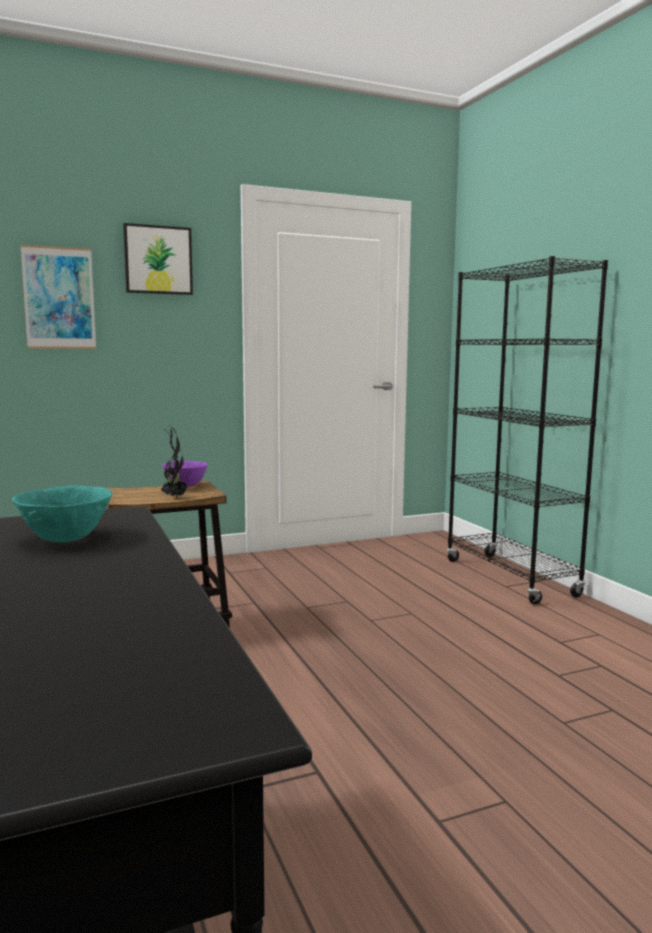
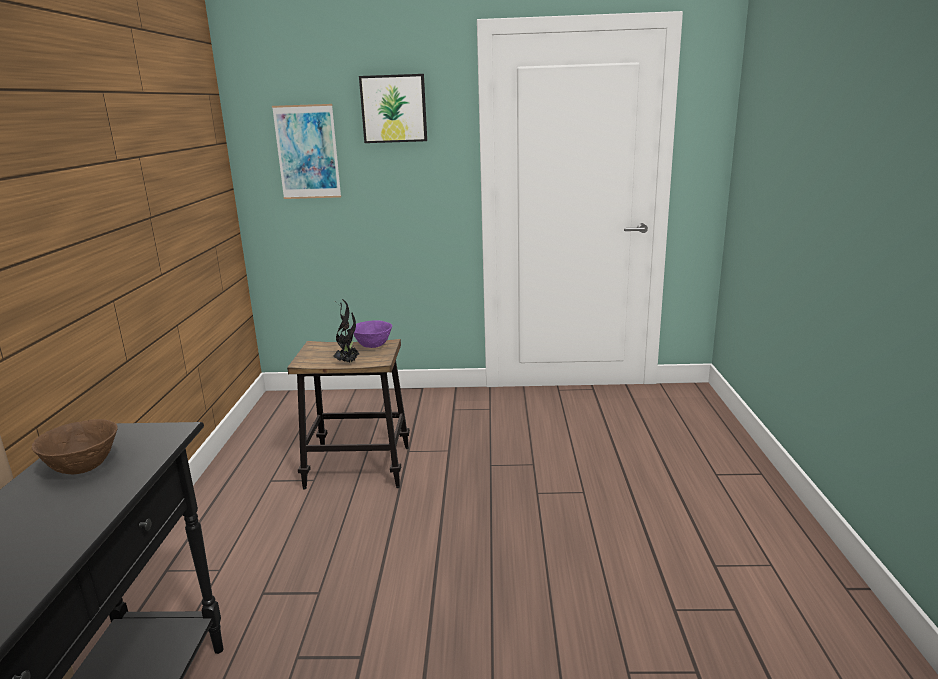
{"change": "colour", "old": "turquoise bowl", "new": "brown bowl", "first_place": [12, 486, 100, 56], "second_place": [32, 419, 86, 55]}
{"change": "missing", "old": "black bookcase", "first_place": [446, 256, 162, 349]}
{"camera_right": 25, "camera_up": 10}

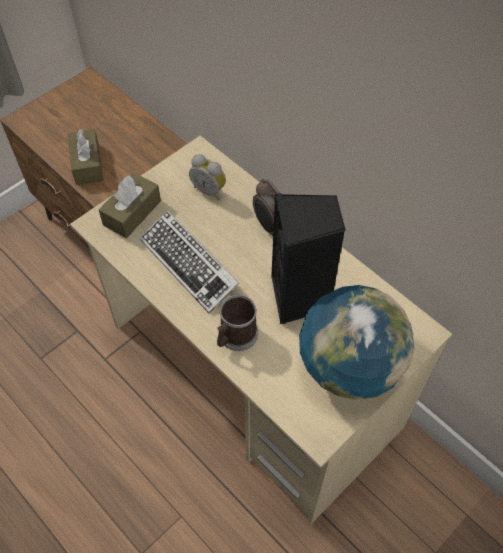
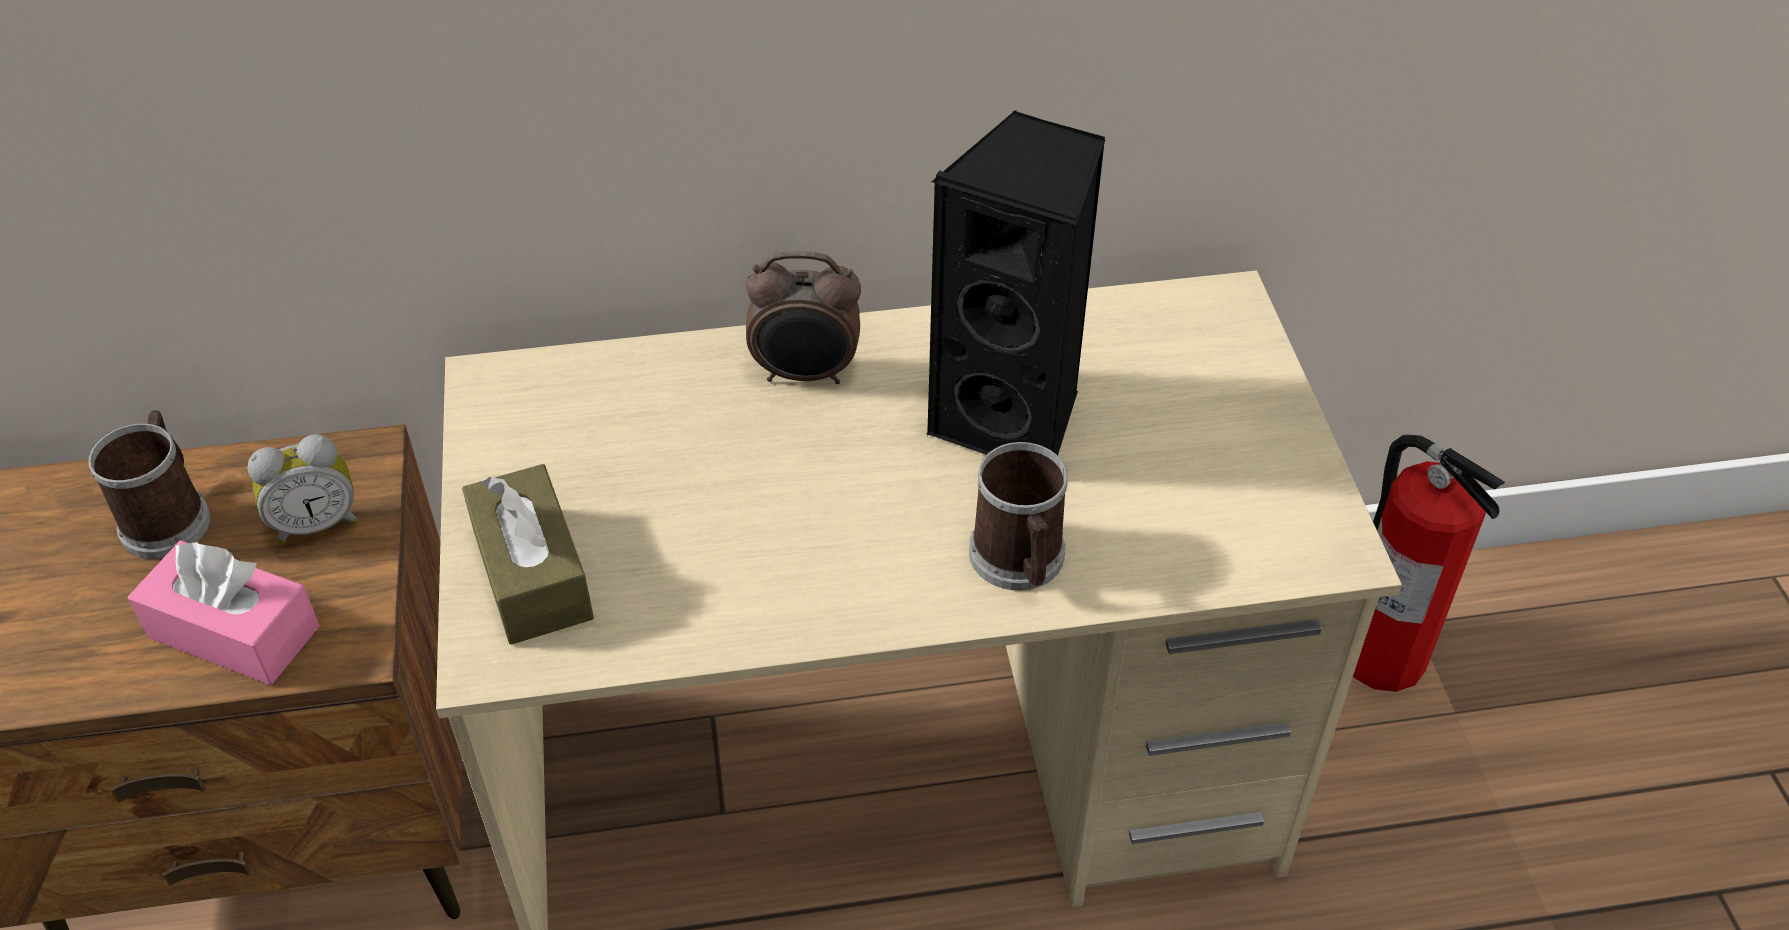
{"change": "colour", "old": "brown tissue box", "new": "pink tissue box", "first_place": [68, 128, 35, 57], "second_place": [128, 540, 192, 145]}
{"change": "missing", "old": "keyboard", "first_place": [140, 210, 100, 103]}
{"change": "relocated", "old": "alarm clock", "first_place": [189, 154, 37, 46], "second_place": [247, 434, 112, 111]}
{"change": "missing", "old": "globe", "first_place": [299, 285, 115, 115]}
{"change": "appeared", "new": "mug", "second_place": [88, 410, 123, 149]}
{"change": "appeared", "new": "fire extinguisher", "second_place": [1353, 435, 152, 257]}
{"camera_right": -55, "camera_up": -10}

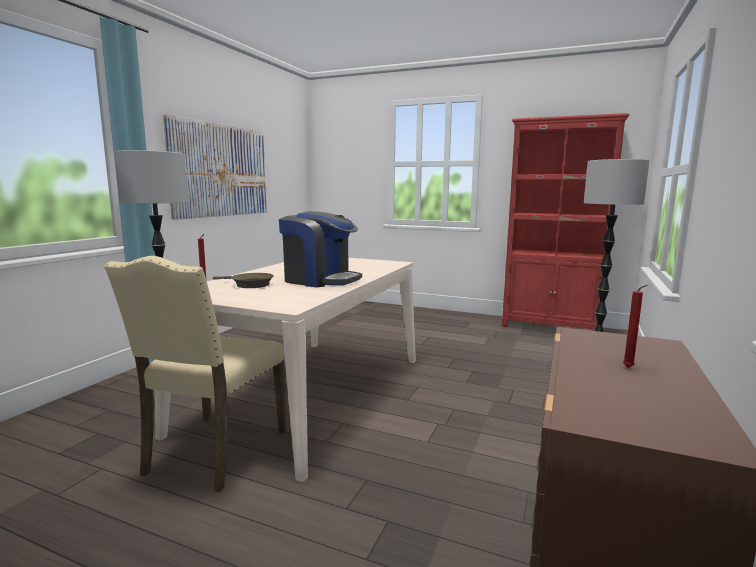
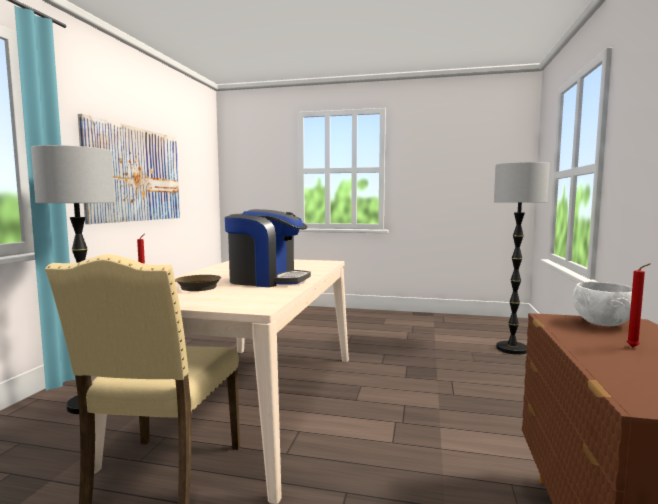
{"change": "missing", "old": "red bookcase", "first_place": [502, 113, 127, 217]}
{"change": "appeared", "new": "white bowl", "second_place": [573, 282, 59, 44]}
{"camera_right": -10, "camera_up": -5}

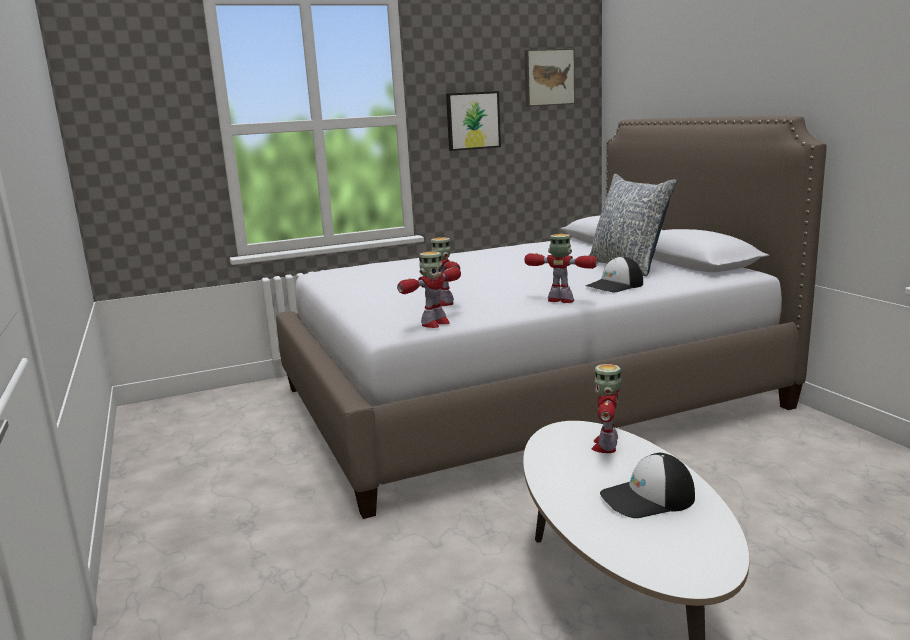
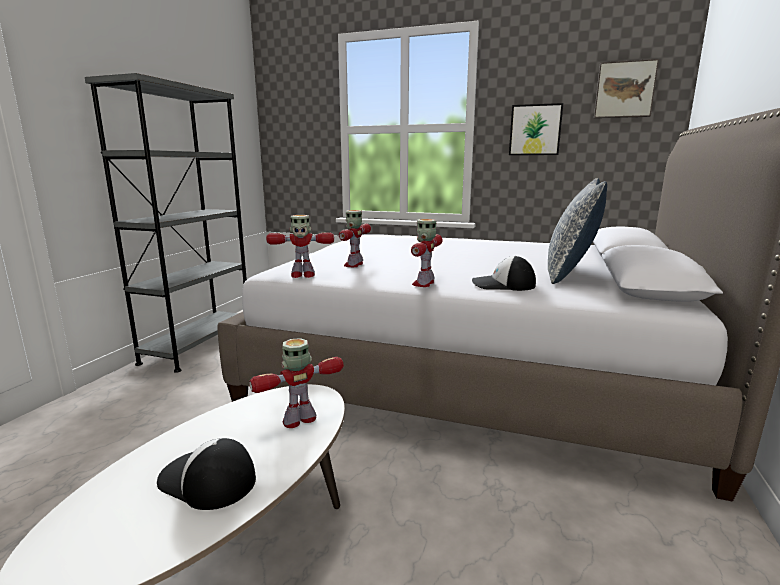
{"change": "spun", "old": "toy robot", "first_place": [524, 234, 74, 69], "second_place": [411, 219, 32, 68], "degrees": -135}
{"change": "appeared", "new": "grey bookcase", "second_place": [85, 73, 162, 300]}
{"camera_right": 40, "camera_up": 0}

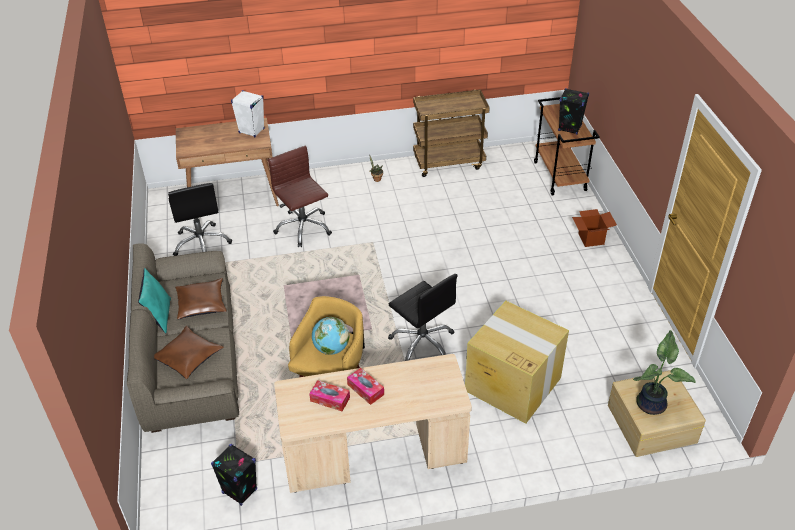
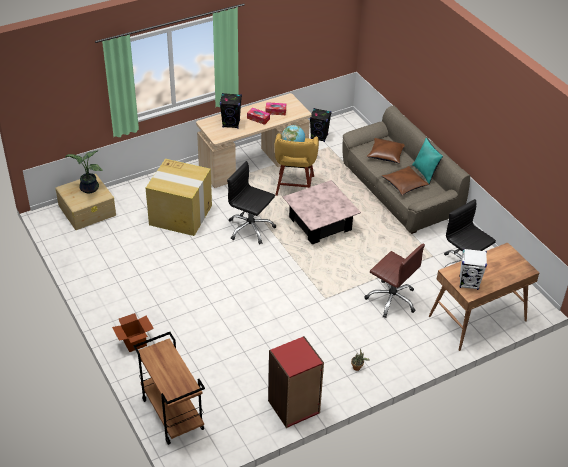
{"change": "exchanged", "old": "brown cart", "new": "red bookcase", "first_place": [413, 89, 77, 88], "second_place": [268, 336, 56, 92]}
{"change": "relocated", "old": "black speaker", "first_place": [558, 88, 31, 47], "second_place": [220, 93, 22, 36]}
{"camera_right": 160, "camera_up": 0}

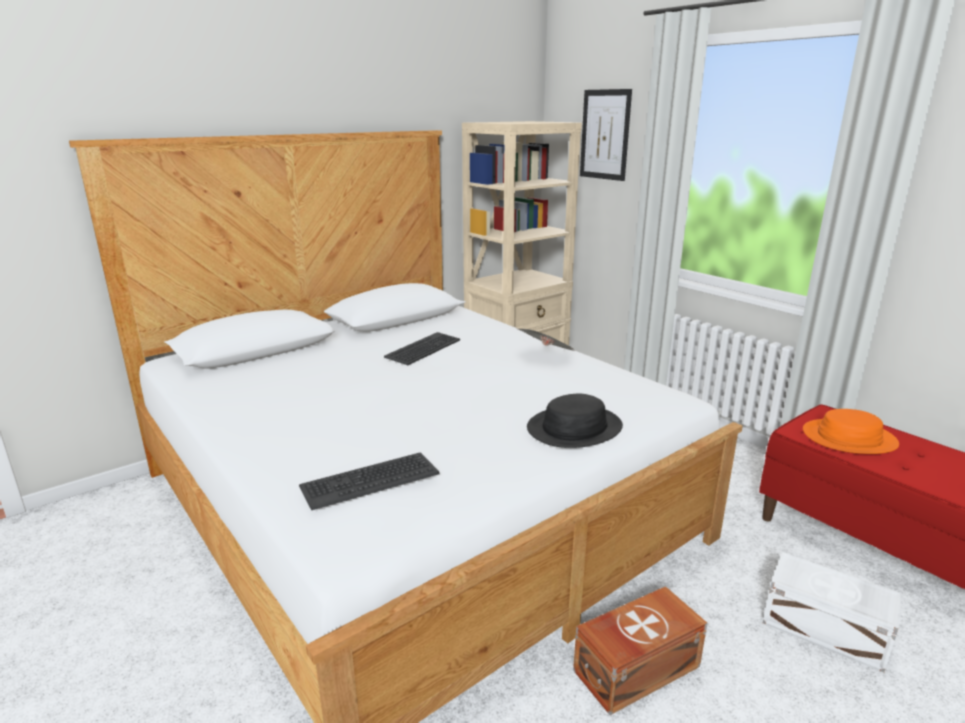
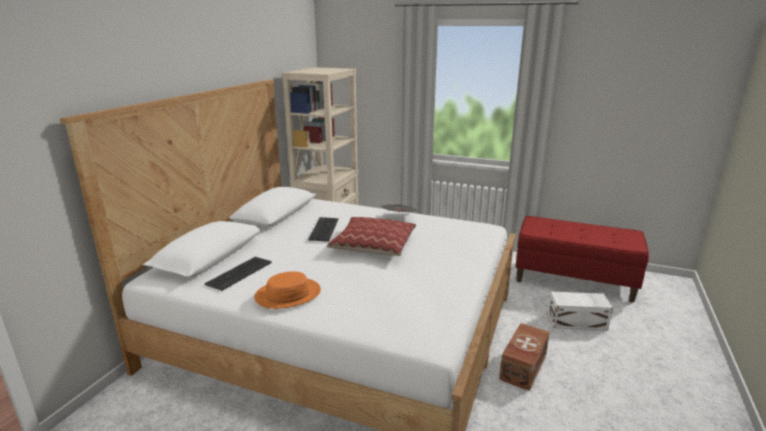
{"change": "relocated", "old": "keyboard", "first_place": [299, 452, 141, 58], "second_place": [204, 257, 68, 34]}
{"change": "missing", "old": "black hat", "first_place": [527, 394, 96, 54]}
{"change": "missing", "old": "picture", "first_place": [580, 89, 52, 92]}
{"change": "relocated", "old": "orange hat", "first_place": [803, 409, 96, 45], "second_place": [254, 271, 67, 38]}
{"change": "appeared", "new": "pillow", "second_place": [327, 217, 89, 39]}
{"camera_right": -30, "camera_up": 0}

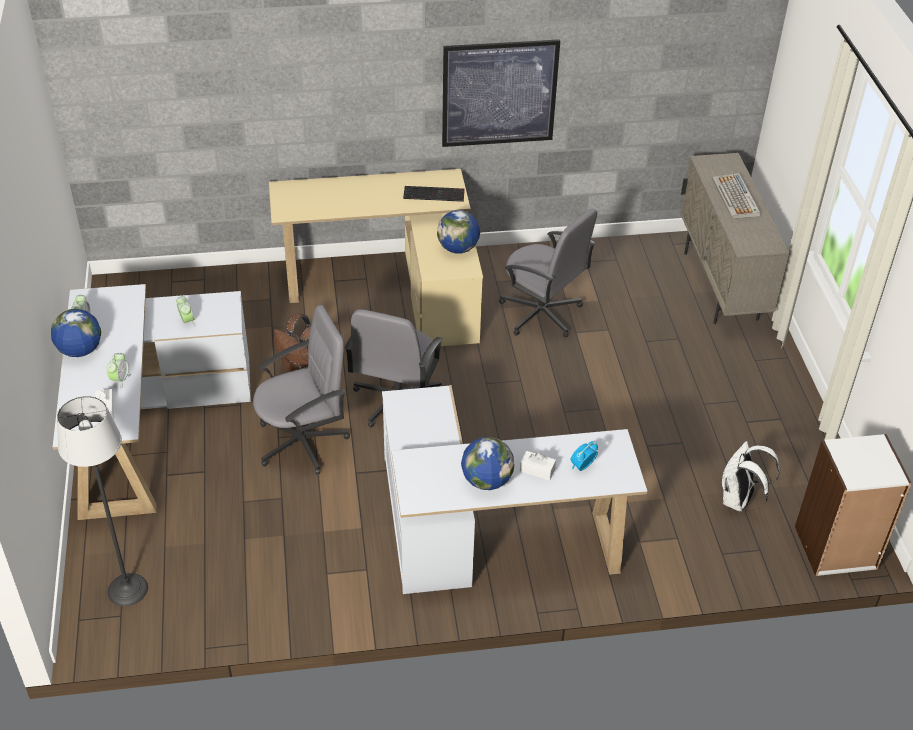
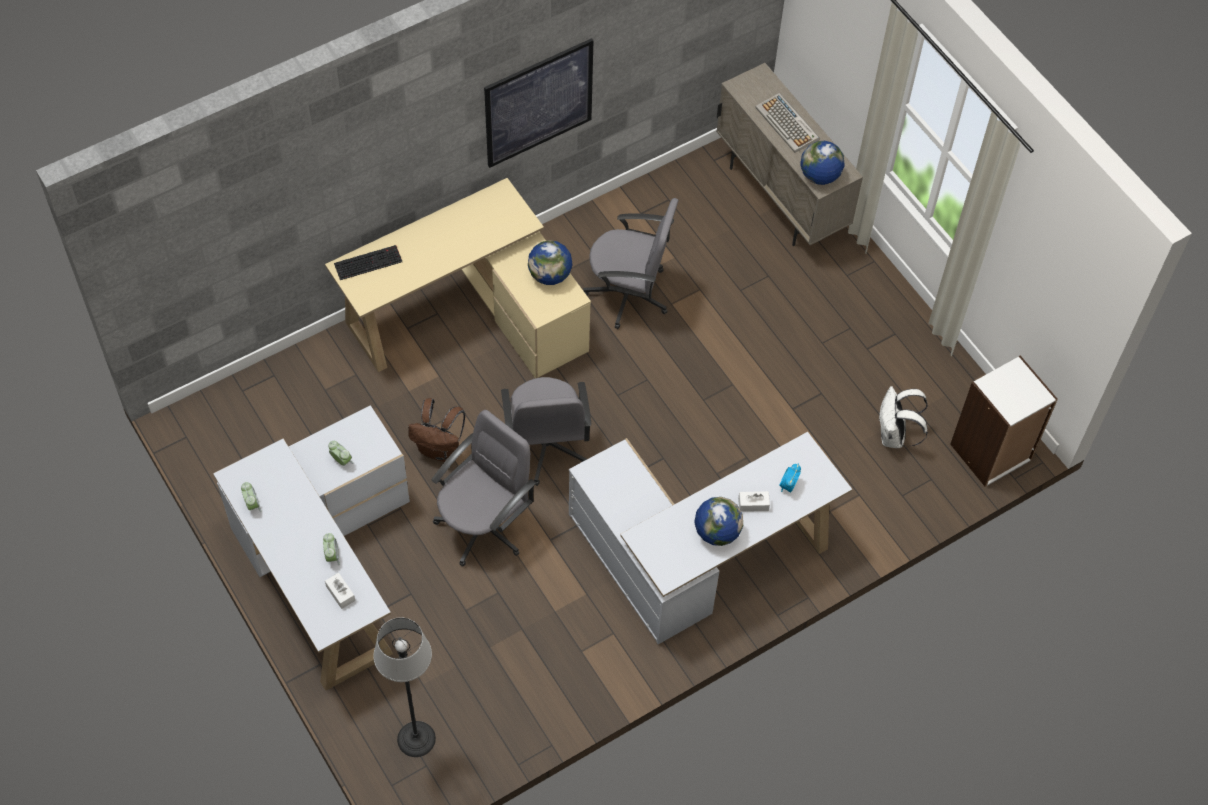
{"change": "relocated", "old": "globe", "first_place": [51, 309, 50, 48], "second_place": [800, 141, 44, 44]}
{"change": "relocated", "old": "keyboard", "first_place": [403, 186, 62, 16], "second_place": [334, 245, 68, 35]}
{"camera_right": -25, "camera_up": 15}

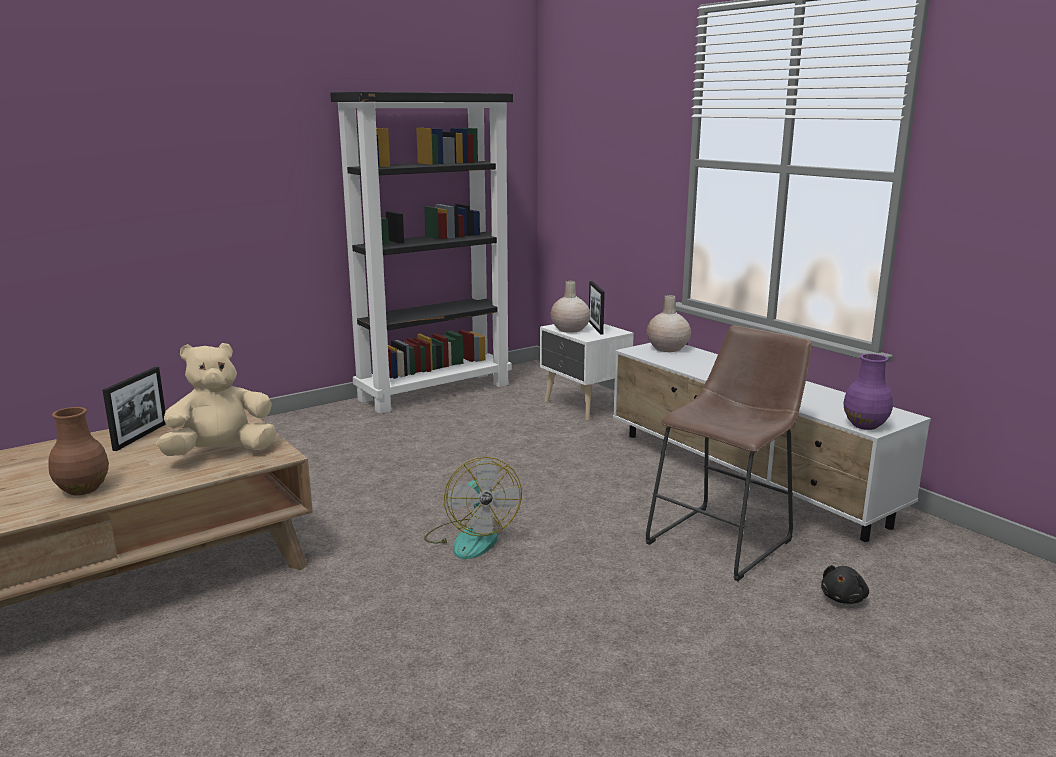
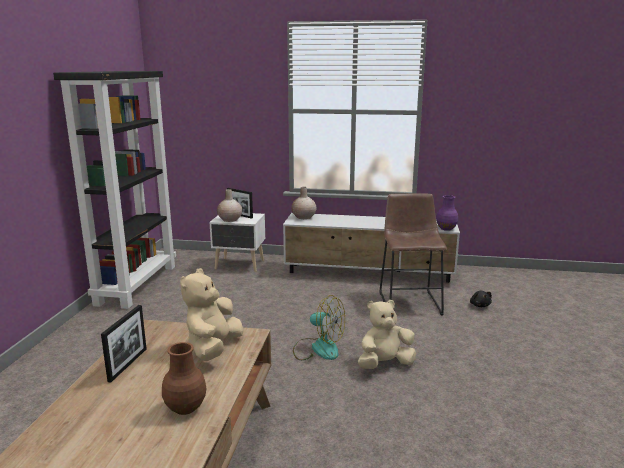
{"change": "spun", "old": "picture frame", "first_place": [103, 367, 63, 84], "second_place": [101, 305, 46, 78], "degrees": 45}
{"change": "appeared", "new": "beige plush toy", "second_place": [358, 300, 58, 69]}
{"camera_right": -45, "camera_up": 0}

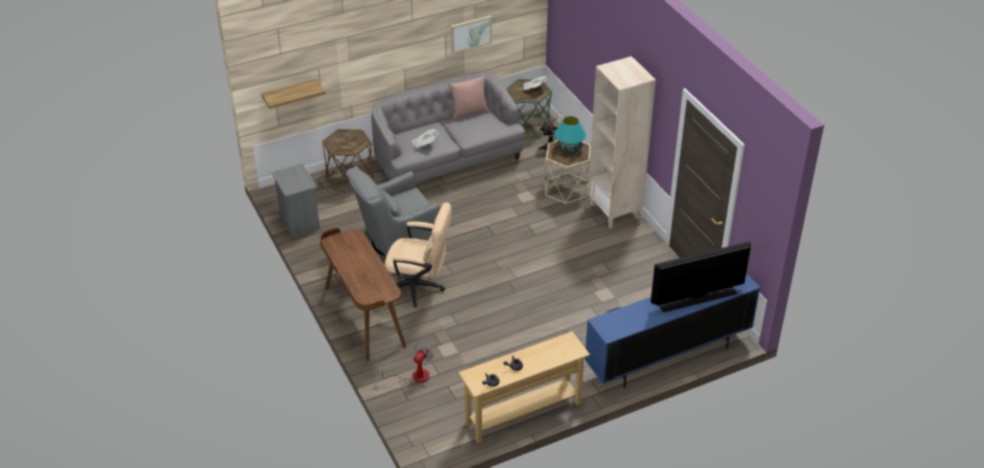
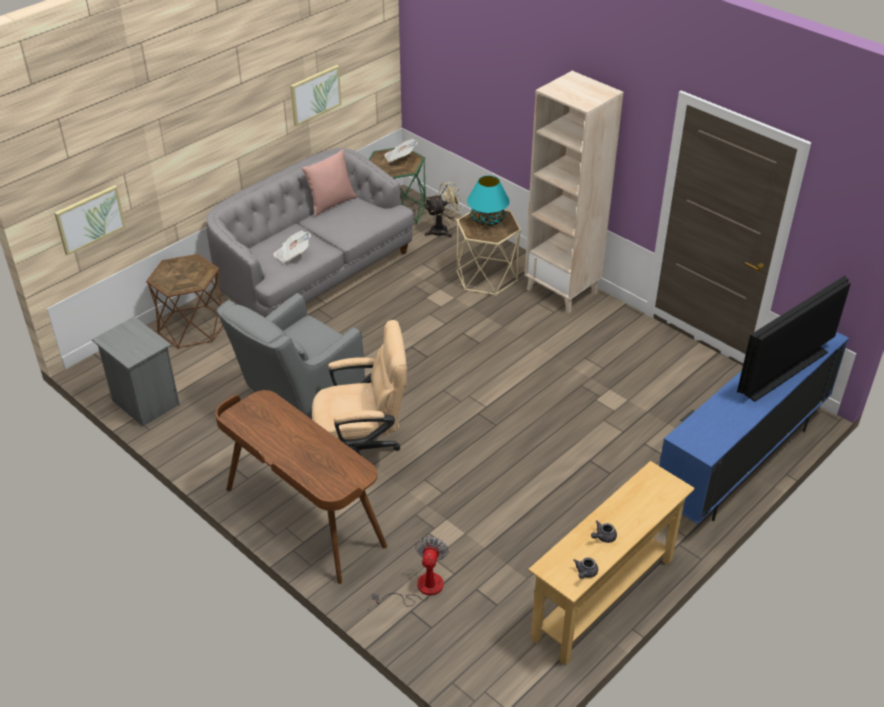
{"change": "exchanged", "old": "shelf", "new": "picture", "first_place": [261, 79, 65, 30], "second_place": [54, 185, 72, 71]}
{"camera_right": -20, "camera_up": 0}

